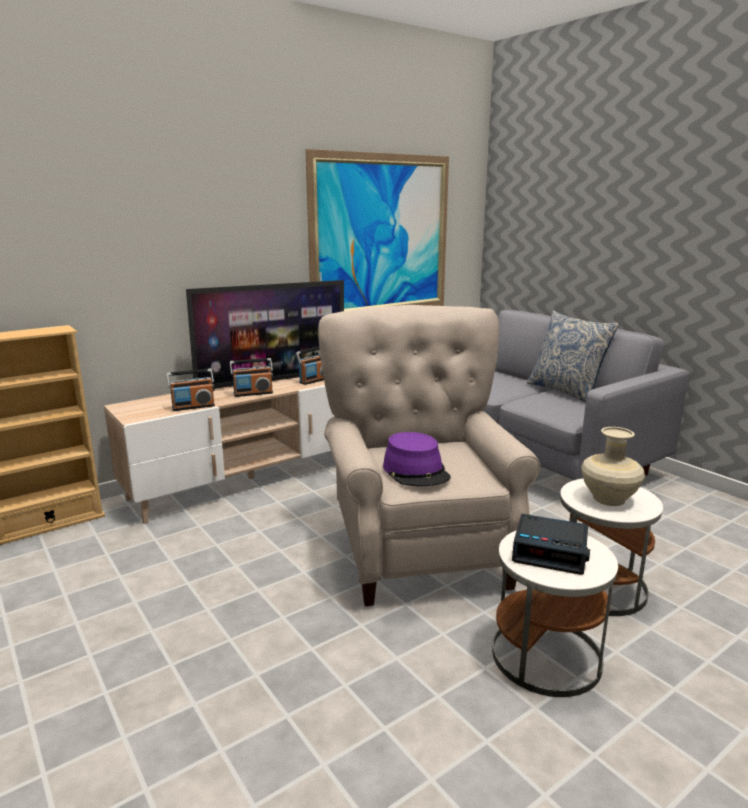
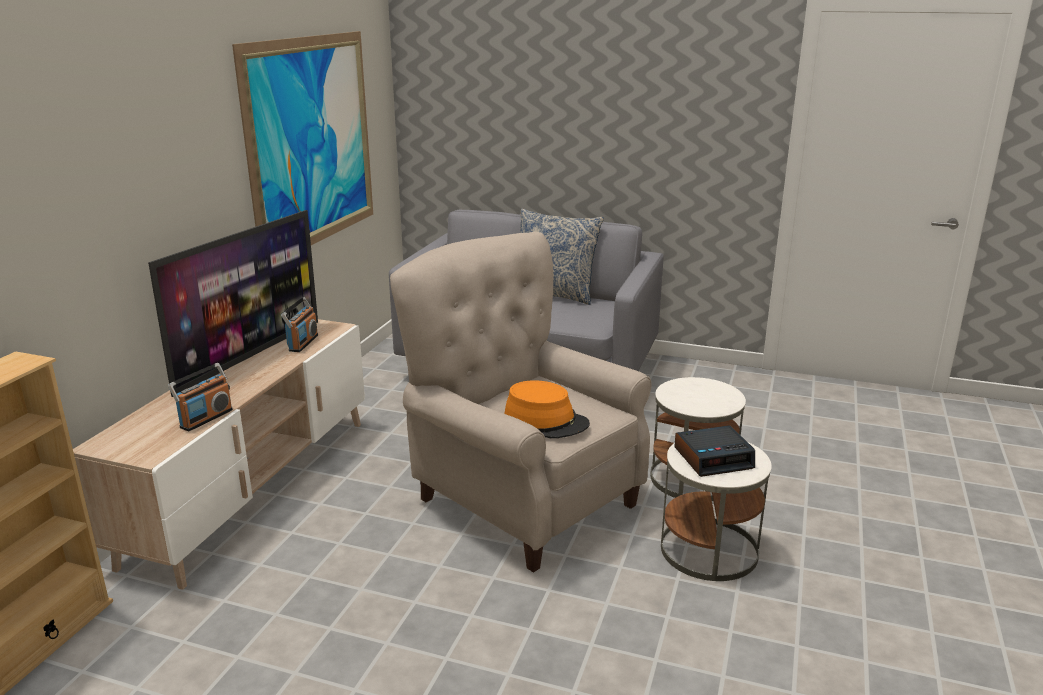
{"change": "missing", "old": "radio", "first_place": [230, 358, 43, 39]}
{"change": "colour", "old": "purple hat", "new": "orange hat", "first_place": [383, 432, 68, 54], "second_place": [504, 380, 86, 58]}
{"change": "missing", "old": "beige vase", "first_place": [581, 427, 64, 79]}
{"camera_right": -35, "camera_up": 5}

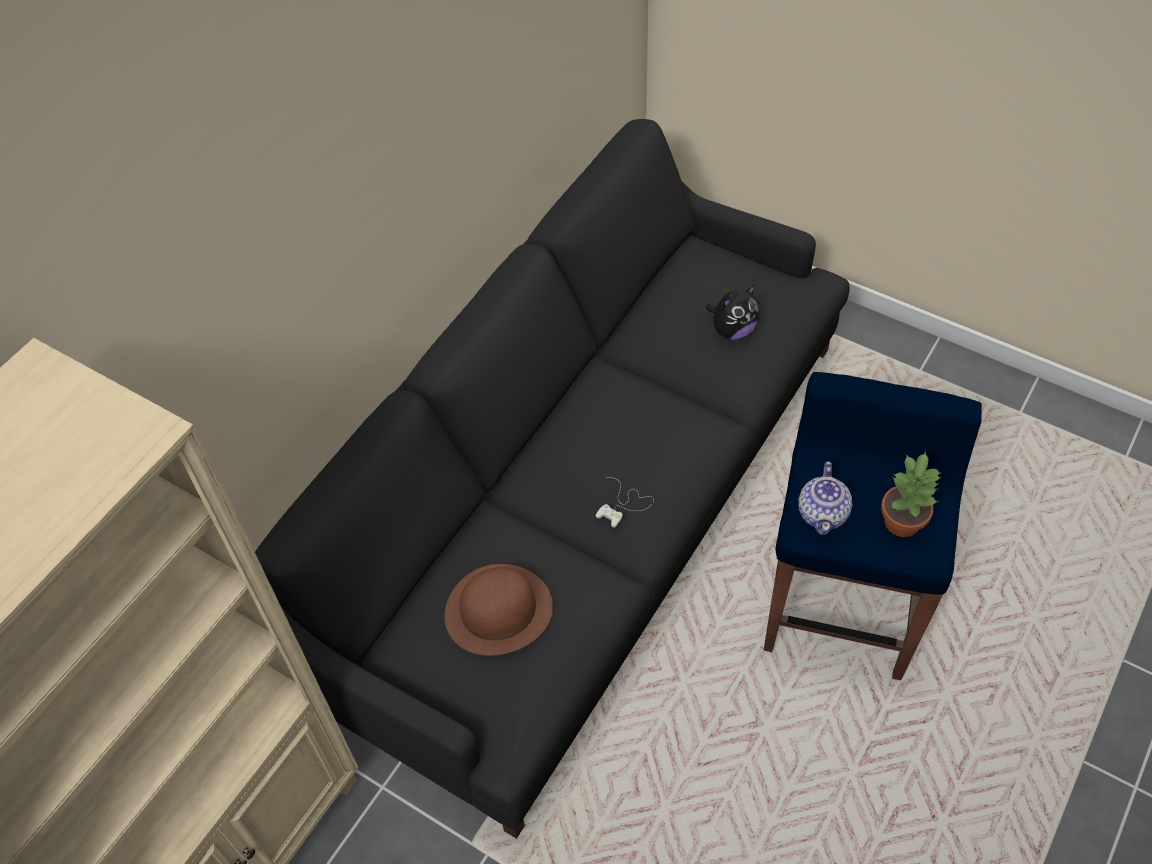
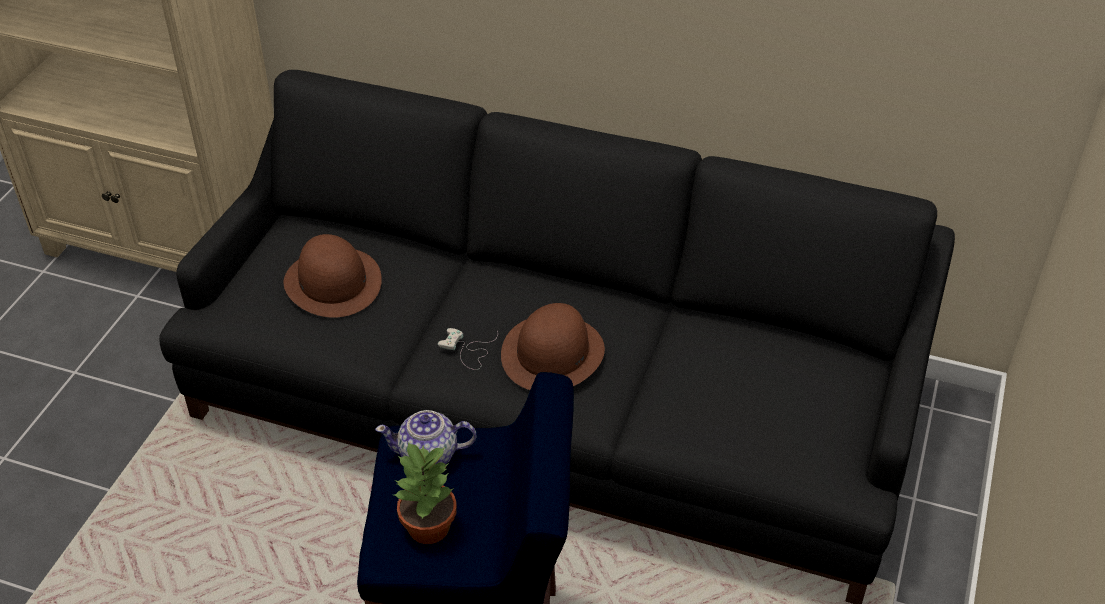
{"change": "missing", "old": "plush toy", "first_place": [706, 284, 54, 56]}
{"change": "appeared", "new": "brown hat", "second_place": [501, 303, 104, 87]}
{"camera_right": 75, "camera_up": -10}

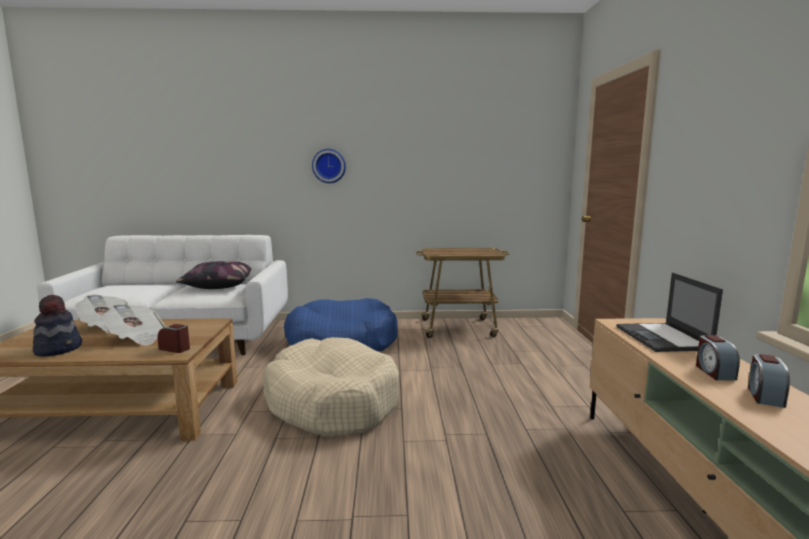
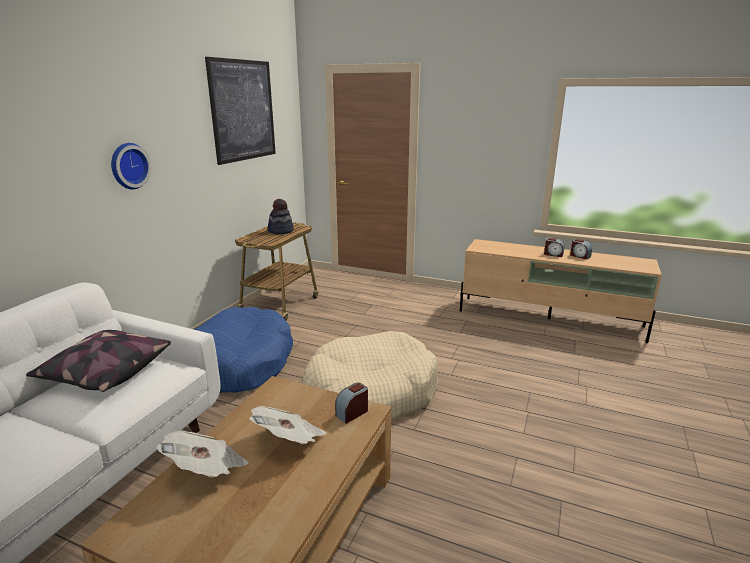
{"change": "relocated", "old": "hat", "first_place": [33, 295, 49, 62], "second_place": [267, 199, 27, 35]}
{"change": "missing", "old": "laptop", "first_place": [616, 272, 107, 80]}
{"change": "appeared", "new": "picture", "second_place": [205, 57, 71, 108]}
{"camera_right": -65, "camera_up": 10}

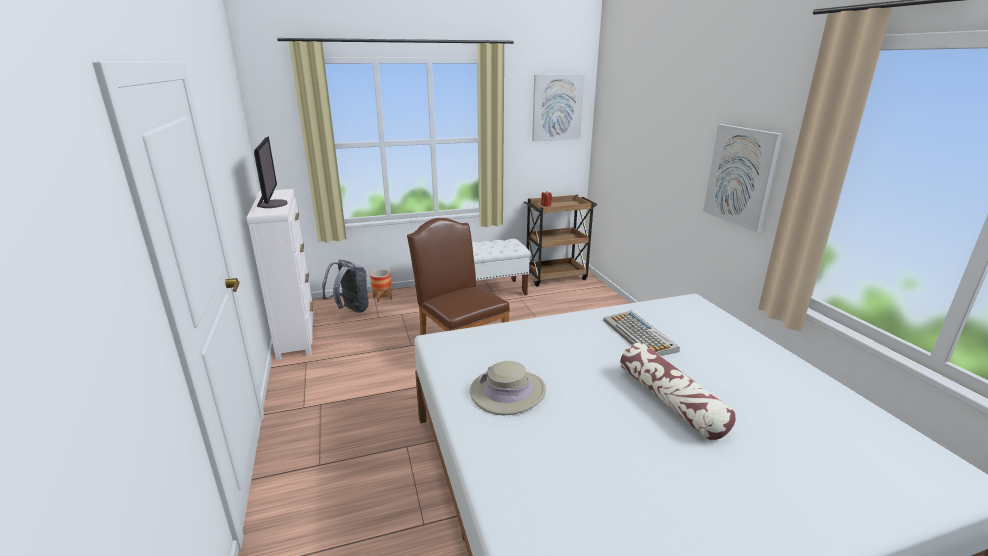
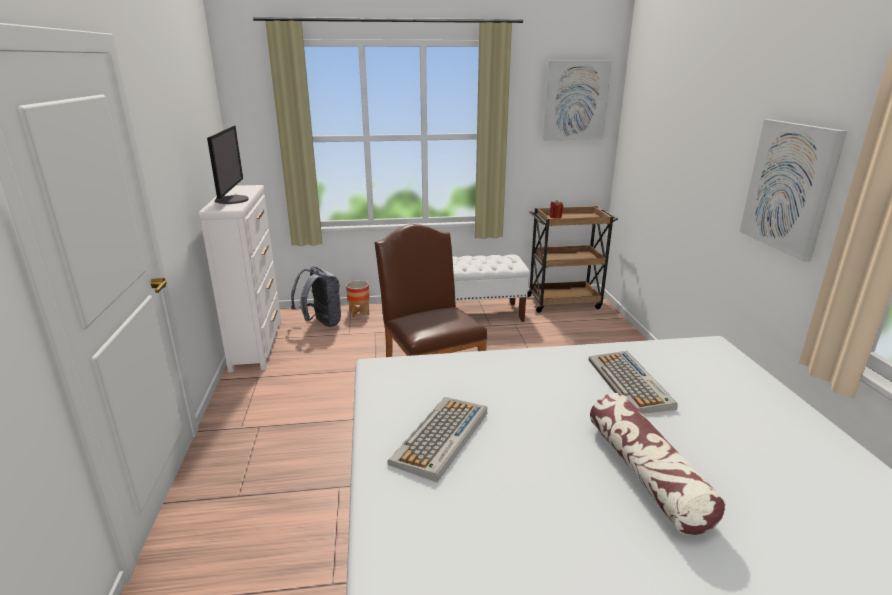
{"change": "exchanged", "old": "beige hat", "new": "keyboard", "first_place": [470, 361, 76, 54], "second_place": [388, 397, 99, 85]}
{"camera_right": 10, "camera_up": 0}

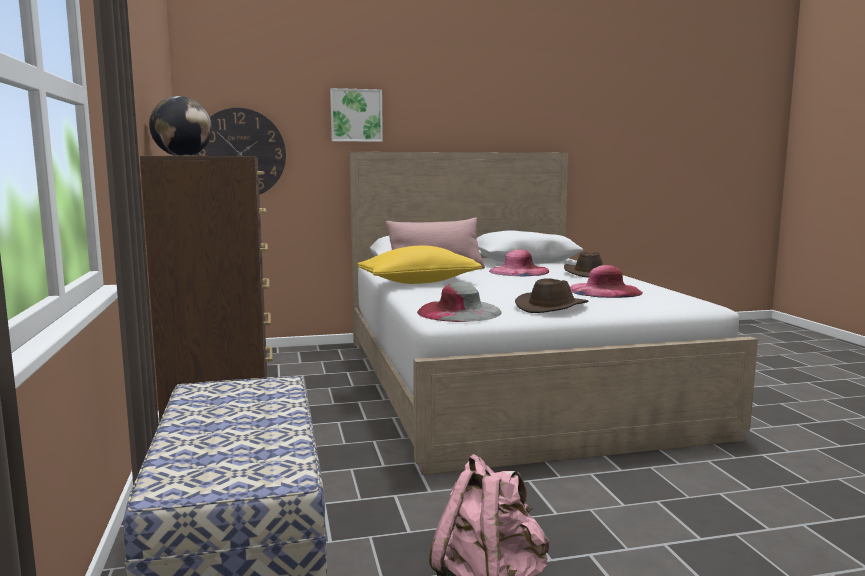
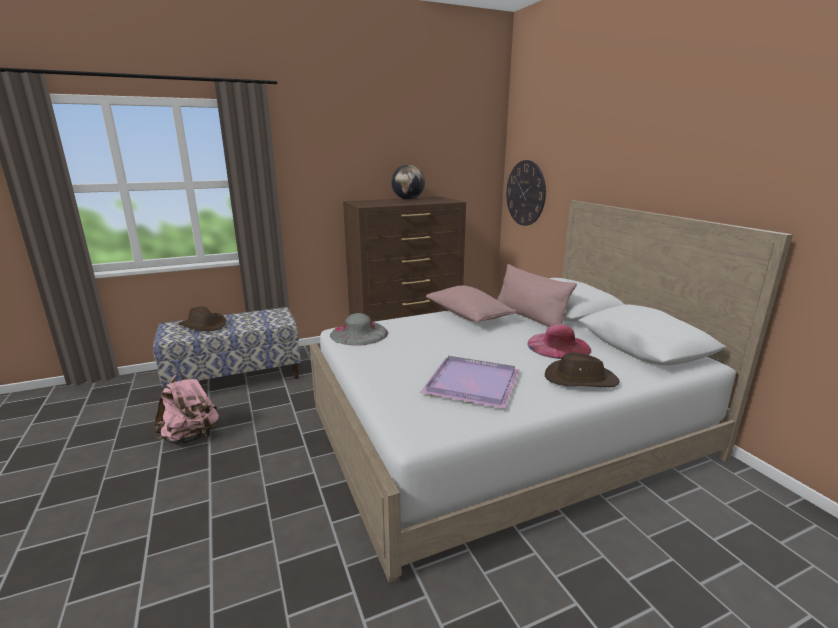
{"change": "missing", "old": "picture", "first_place": [330, 88, 53, 54]}
{"change": "colour", "old": "yellow pillow", "new": "pink pillow", "first_place": [358, 245, 124, 39], "second_place": [426, 286, 91, 37]}
{"change": "relocated", "old": "brown hat", "first_place": [515, 278, 73, 35], "second_place": [178, 307, 48, 24]}
{"change": "exchanged", "old": "pink hat", "new": "purple tray", "first_place": [570, 265, 73, 33], "second_place": [420, 356, 100, 53]}
{"camera_right": 80, "camera_up": 10}

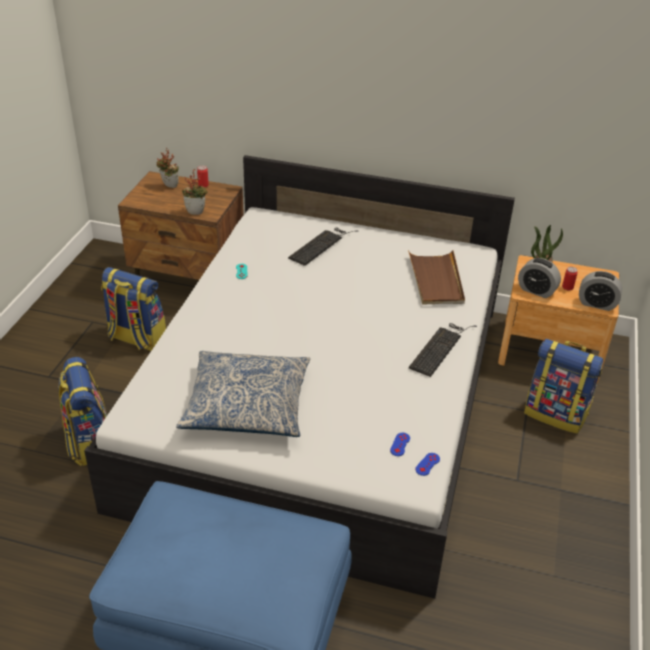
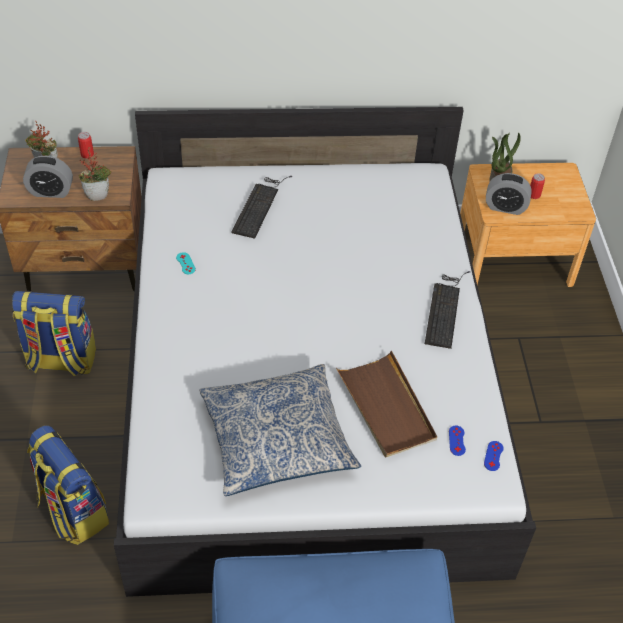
{"change": "relocated", "old": "brown tray", "first_place": [408, 250, 57, 54], "second_place": [336, 351, 101, 107]}
{"change": "missing", "old": "backpack", "first_place": [524, 339, 79, 95]}
{"change": "relocated", "old": "alarm clock", "first_place": [579, 271, 43, 40], "second_place": [23, 156, 50, 42]}
{"camera_right": -20, "camera_up": 10}

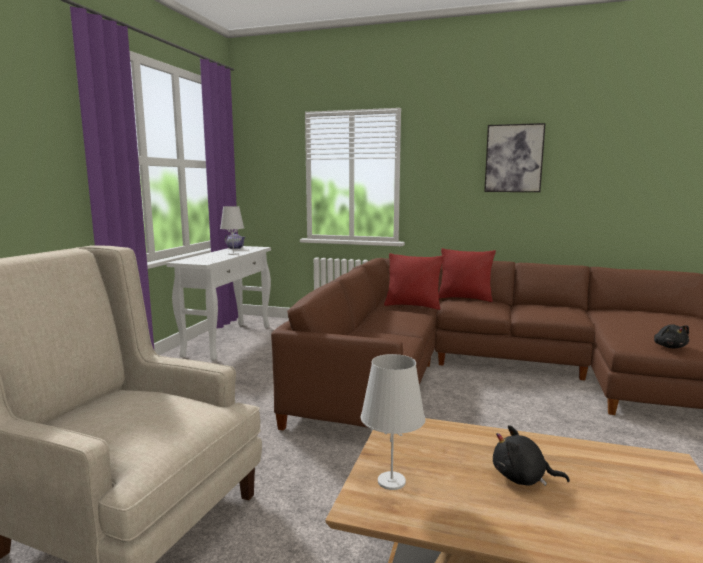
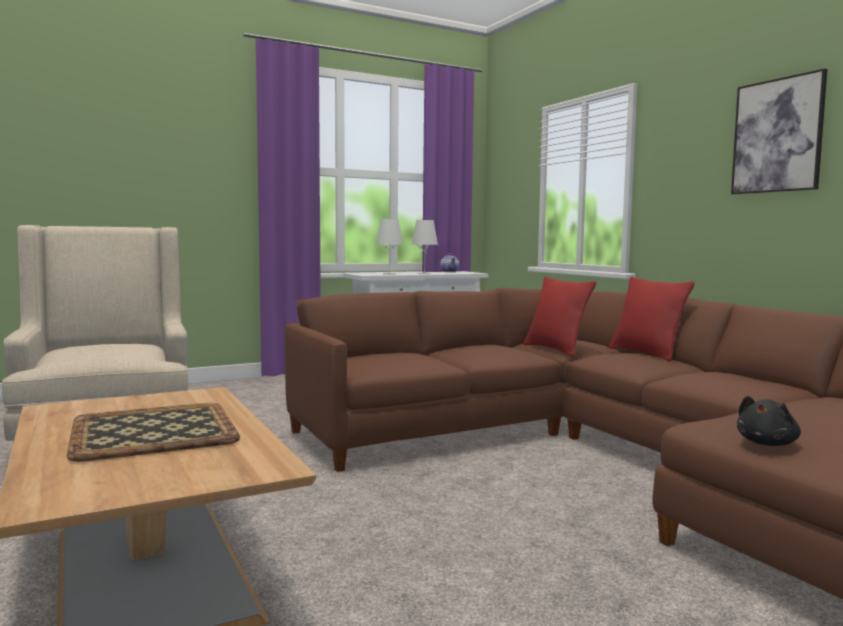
{"change": "relocated", "old": "white table lamp", "first_place": [361, 354, 64, 136], "second_place": [376, 219, 27, 56]}
{"change": "exchanged", "old": "black plush toy", "new": "tray", "first_place": [493, 425, 77, 61], "second_place": [67, 403, 173, 59]}
{"camera_right": 45, "camera_up": -5}

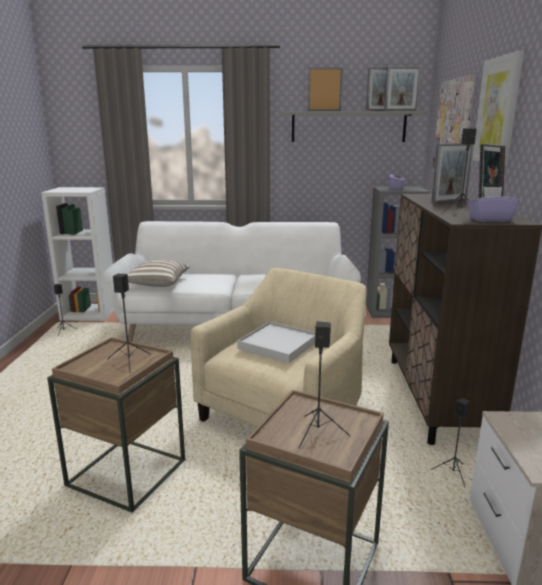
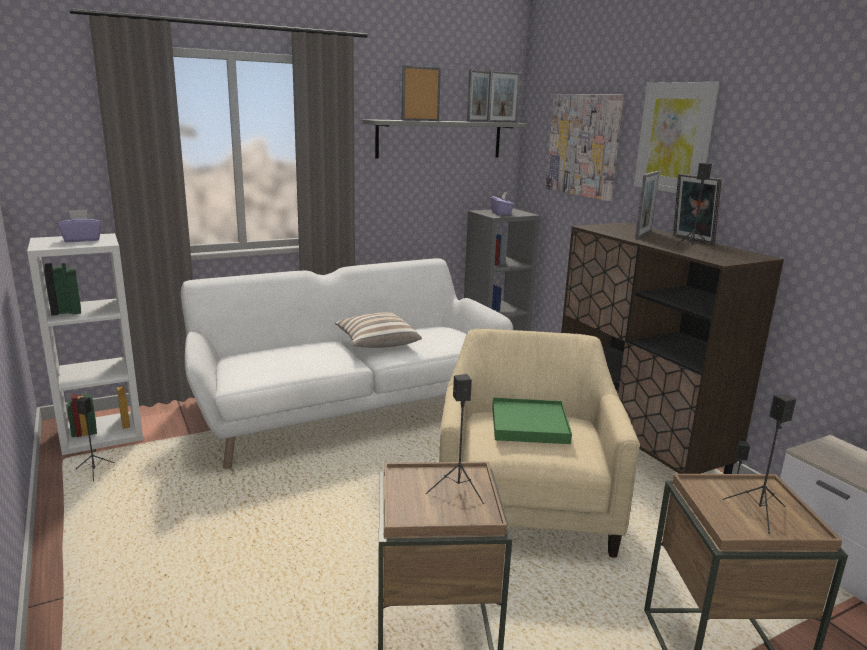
{"change": "relocated", "old": "pillow", "first_place": [128, 260, 61, 27], "second_place": [335, 312, 87, 36]}
{"change": "colour", "old": "white tray", "new": "green tray", "first_place": [237, 321, 78, 42], "second_place": [492, 398, 80, 46]}
{"change": "relocated", "old": "purple tissue box", "first_place": [467, 187, 52, 35], "second_place": [57, 210, 44, 32]}
{"camera_right": -30, "camera_up": 0}

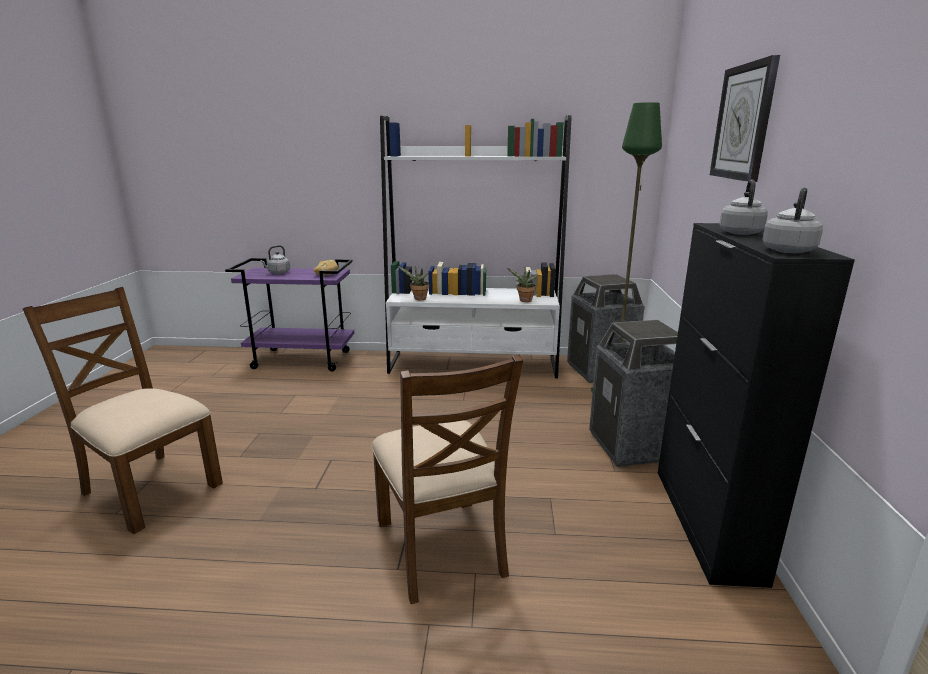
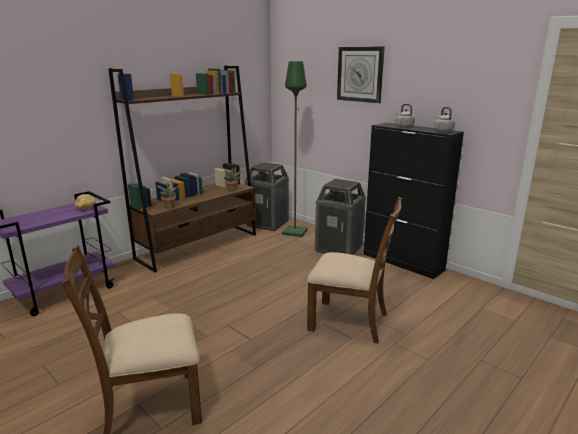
{"change": "missing", "old": "grey kettle", "first_place": [260, 245, 30, 29]}
{"change": "colour", "old": "white bookcase", "new": "brown bookcase", "first_place": [380, 115, 192, 263], "second_place": [108, 65, 148, 207]}
{"camera_right": -50, "camera_up": 0}

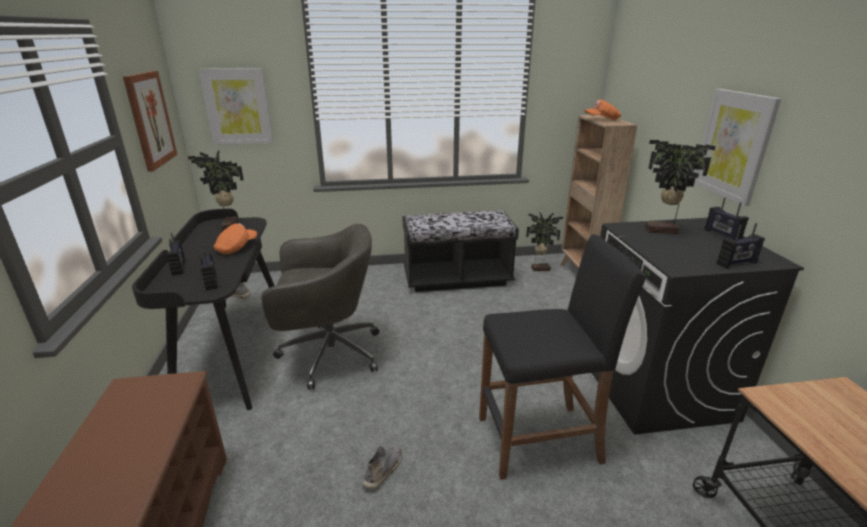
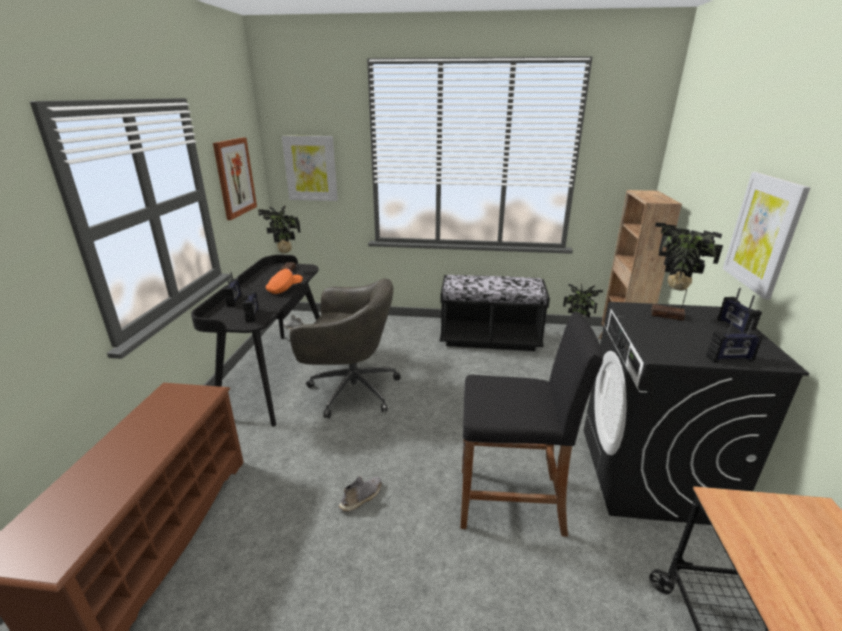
{"change": "missing", "old": "orange cap", "first_place": [584, 99, 37, 21]}
{"camera_right": 15, "camera_up": 0}

